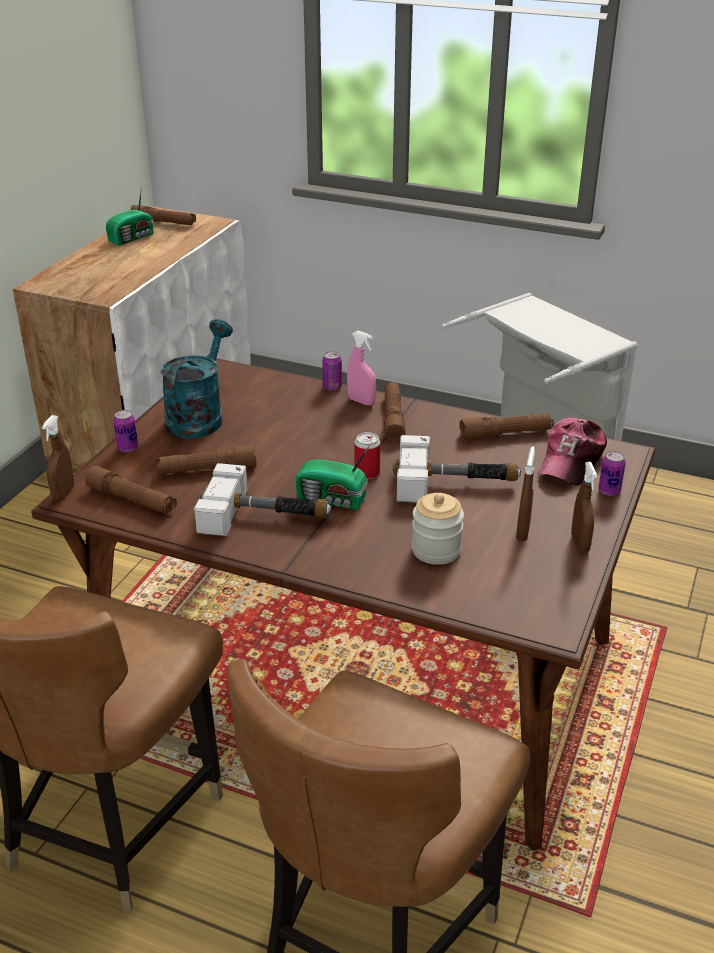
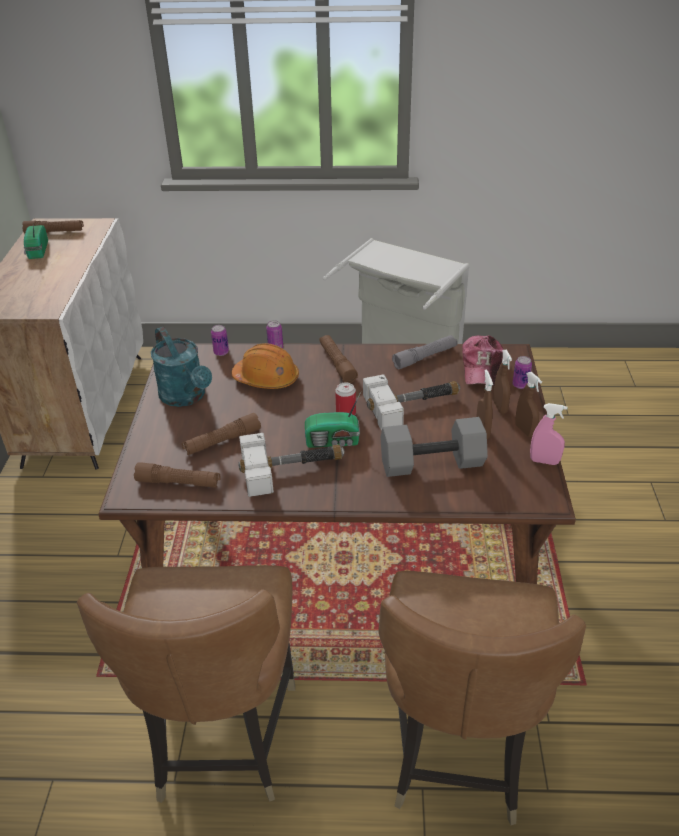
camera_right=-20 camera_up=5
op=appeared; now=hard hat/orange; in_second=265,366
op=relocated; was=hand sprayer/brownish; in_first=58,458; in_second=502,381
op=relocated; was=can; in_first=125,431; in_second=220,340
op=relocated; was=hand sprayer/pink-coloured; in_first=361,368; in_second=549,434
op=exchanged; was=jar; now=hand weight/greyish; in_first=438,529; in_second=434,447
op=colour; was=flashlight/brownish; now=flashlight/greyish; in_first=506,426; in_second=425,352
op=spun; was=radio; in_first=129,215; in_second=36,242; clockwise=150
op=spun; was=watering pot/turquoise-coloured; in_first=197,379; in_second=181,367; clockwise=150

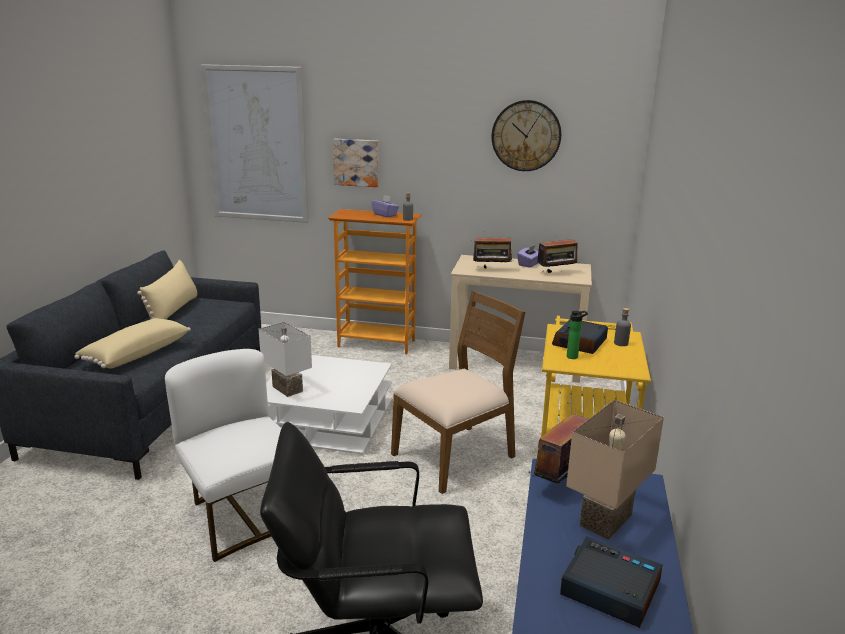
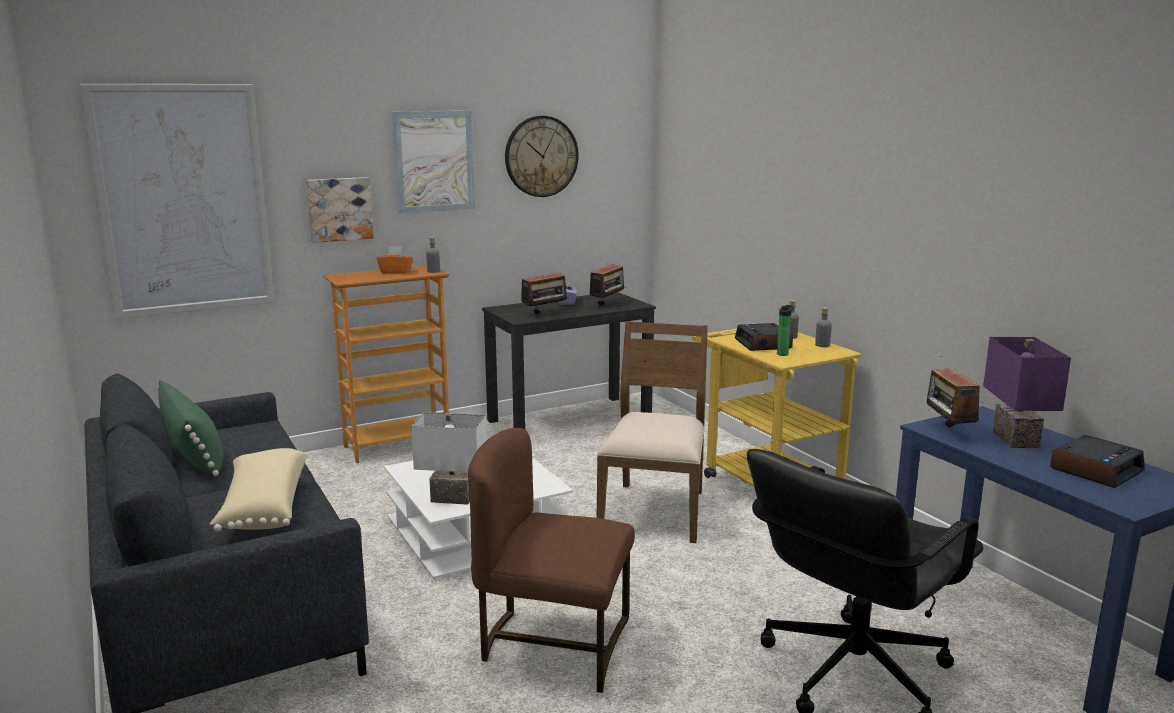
camera_right=-40 camera_up=-5
op=appeared; now=wall picture; in_second=433,162
op=appeared; now=drink bottle/greyish; in_second=823,327
op=colour; was=throw pillow/sand-coloured; now=throw pillow/green-coloured; in_first=167,289; in_second=190,428
op=colour; was=plain chair/whitish; now=plain chair/brownish; in_first=223,455; in_second=551,560
op=colour; was=tissue box/purple-coloured; now=tissue box/orange; in_first=385,206; in_second=394,260
op=colour; was=desk table/sand-coloured; now=desk table/black-coloured; in_first=520,319; in_second=569,360
op=colour; was=lamp for a table/sand-coloured; now=lamp for a table/purple-coloured; in_first=615,470; in_second=1027,392
op=spun; was=alarm clock; in_first=611,582; in_second=1097,461; clockwise=150

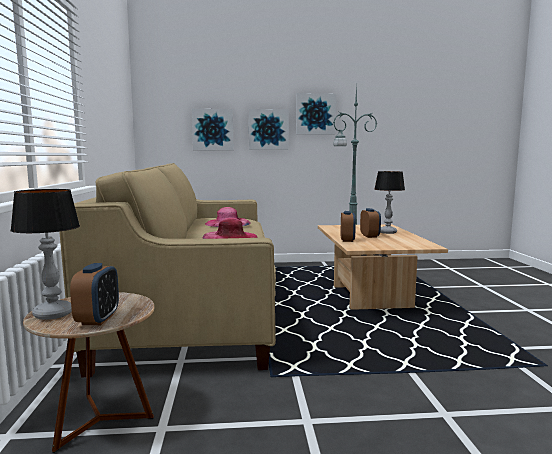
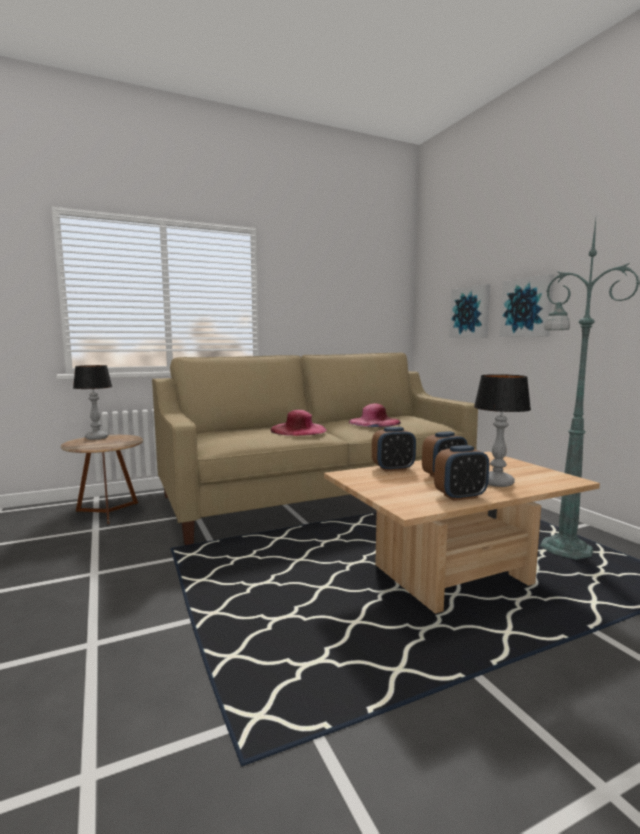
camera_right=70 camera_up=0
op=missing; was=wall picture; in_first=316,114
op=relocated; was=alarm clock; in_first=94,294; in_second=461,473

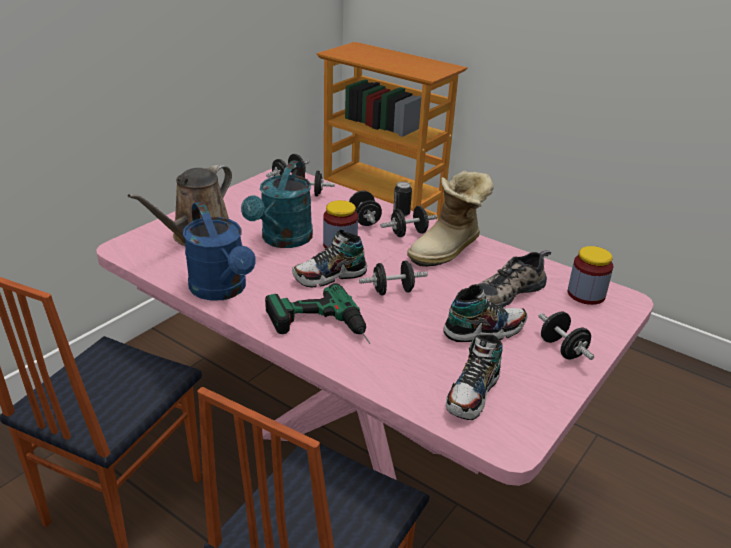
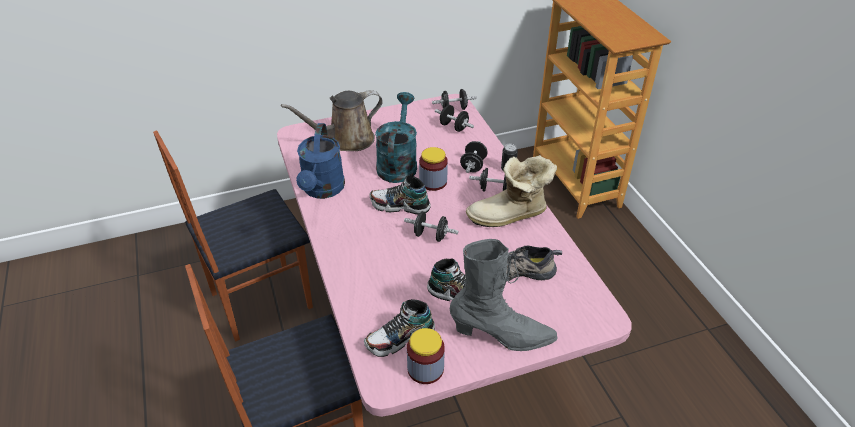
camera_right=35 camera_up=10
op=missing; was=power drill; in_first=317,313
op=relocated; was=jar; in_first=590,275; in_second=426,356
op=exchanged; was=hand weight/black-coloured; now=boot/greyish; in_first=566,336; in_second=504,295
op=spun; was=watering pot/turquoise-coloured; in_first=277,204; in_second=396,137; clockwise=135

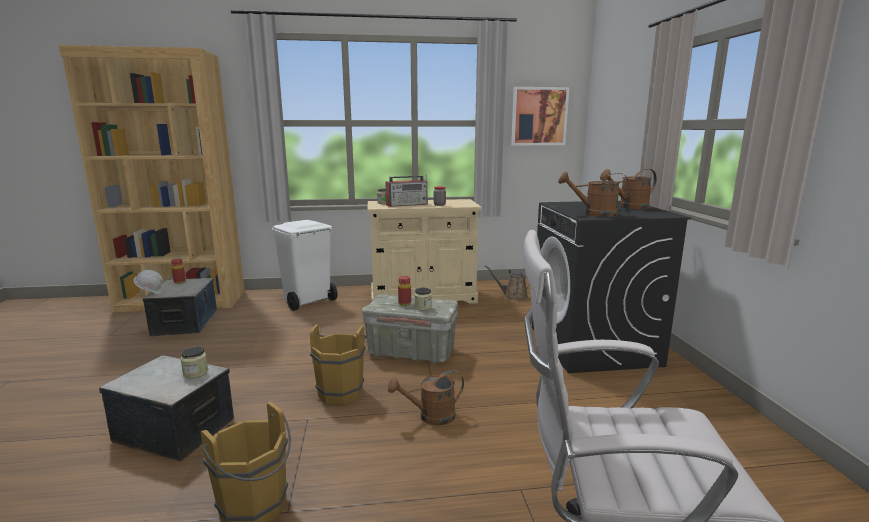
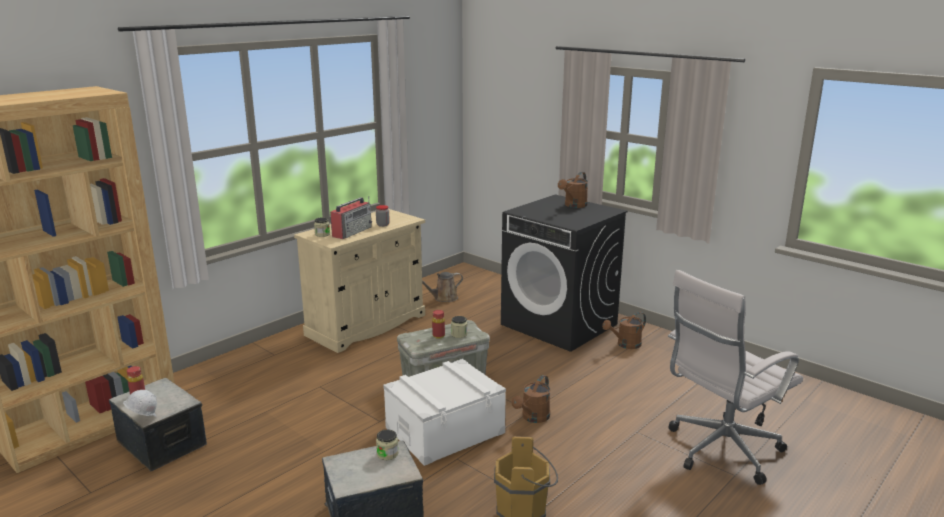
camera_right=-40 camera_up=5
op=missing; was=rubbish bin/whitish; in_first=305,265
op=missing; was=wall picture; in_first=540,116
op=relocated; was=watering pot/brownish; in_first=593,194; in_second=624,330
op=exchanged; was=pail/brownish; now=storage container/whitish; in_first=338,364; in_second=444,412

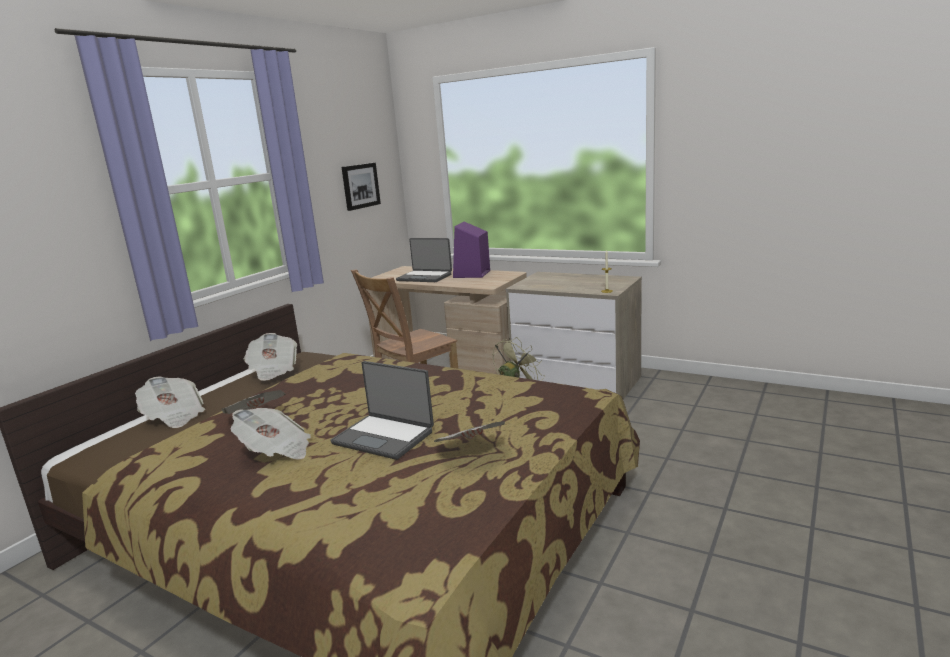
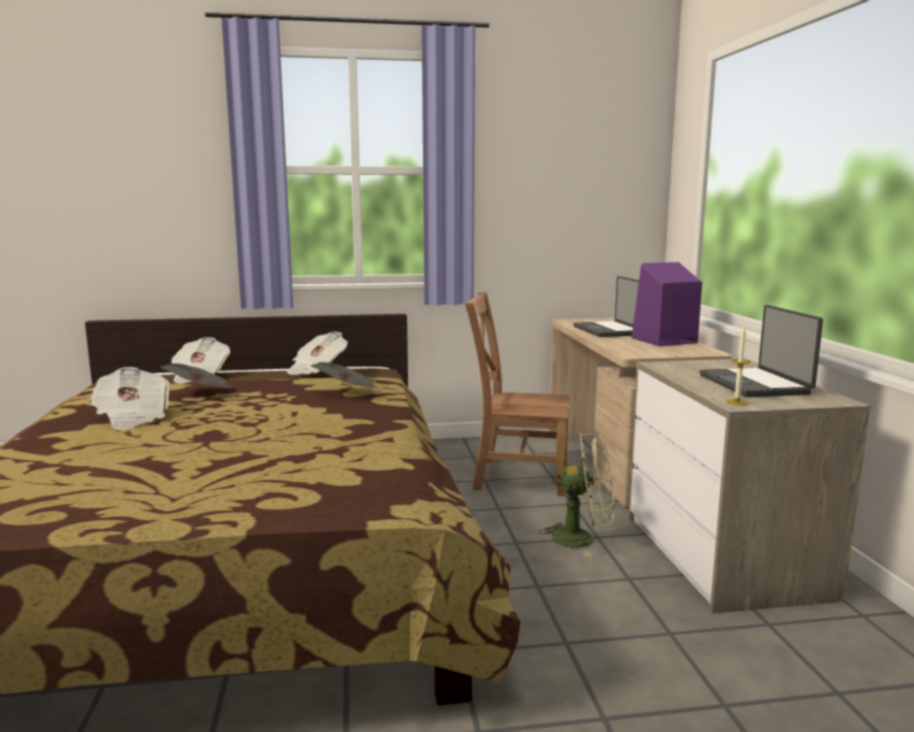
camera_right=50 camera_up=-5
op=missing; was=wall picture; in_first=361,187
op=relocated; was=portable computer; in_first=382,410; in_second=761,351
op=relocated; was=daily paper; in_first=469,431; in_second=343,375

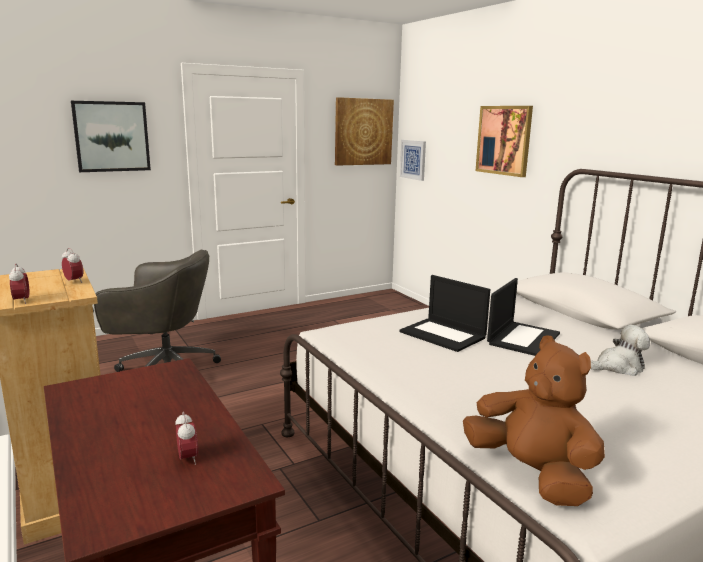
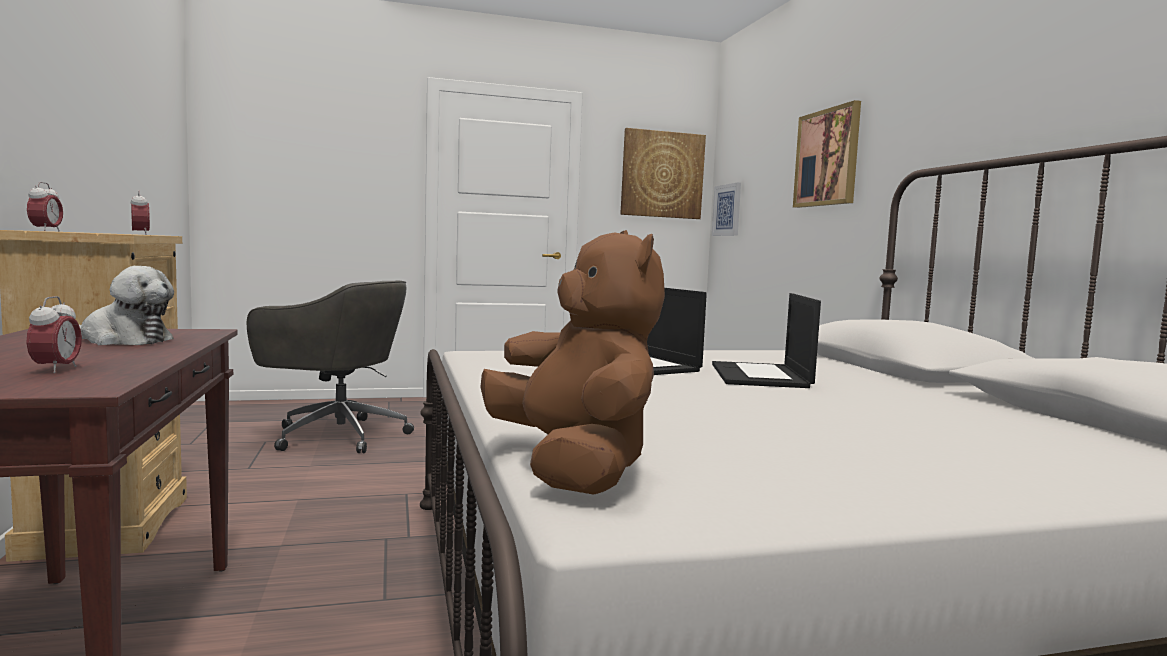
camera_right=15 camera_up=-10
op=missing; was=wall picture; in_first=111,136
op=relocated; was=soft toy; in_first=620,350; in_second=126,305
op=spun; was=portable computer; in_first=523,317; in_second=766,340; clockwise=135

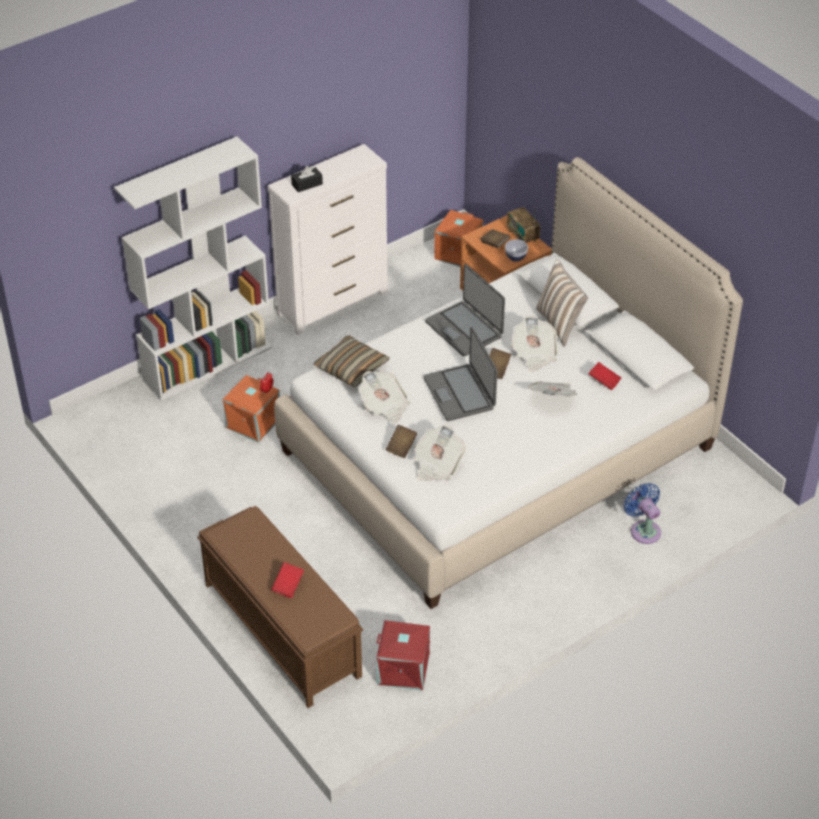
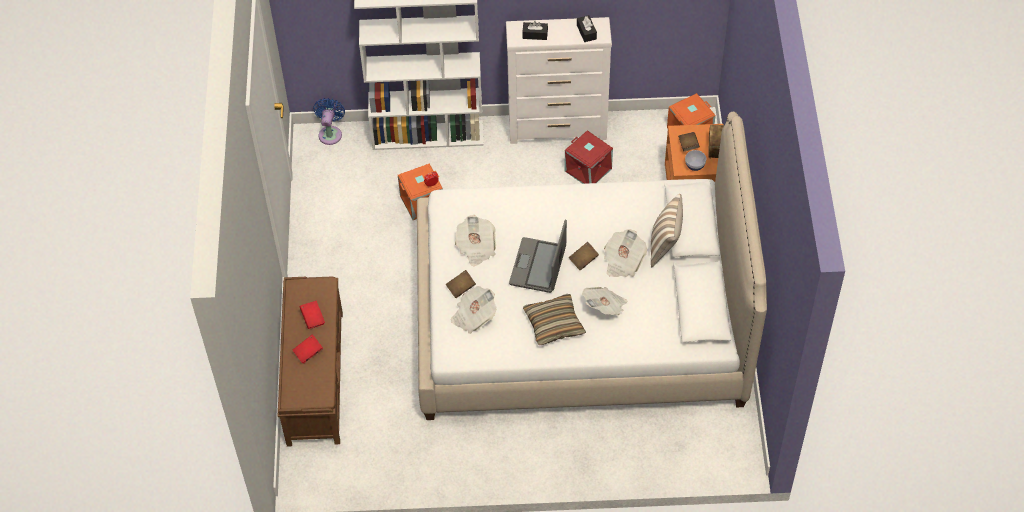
camera_right=35 camera_up=10
op=missing; was=portable computer; in_first=465,310
op=appeared; now=tissue box/black-coloured; in_second=587,28
op=relocated; was=throw pillow; in_first=351,361; in_second=554,319
op=relocated; was=storage container/reddish; in_first=403,655; in_second=588,157
op=relocated; was=bound book/reddish; in_first=605,376; in_second=312,315
op=relocated; was=cooling fan/blue-coloured; in_first=642,513; in_second=329,121

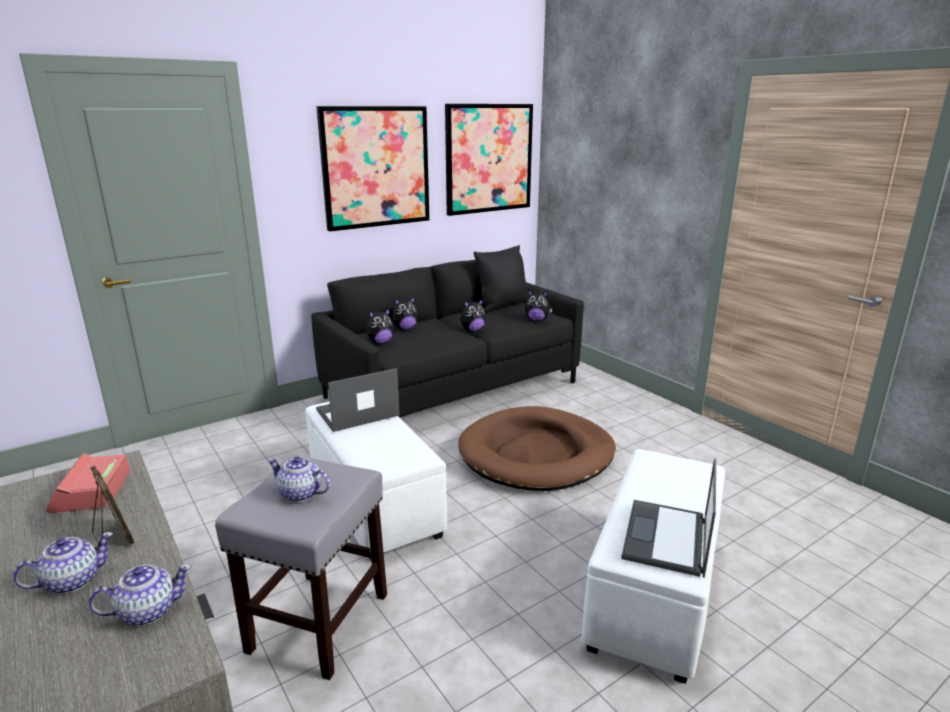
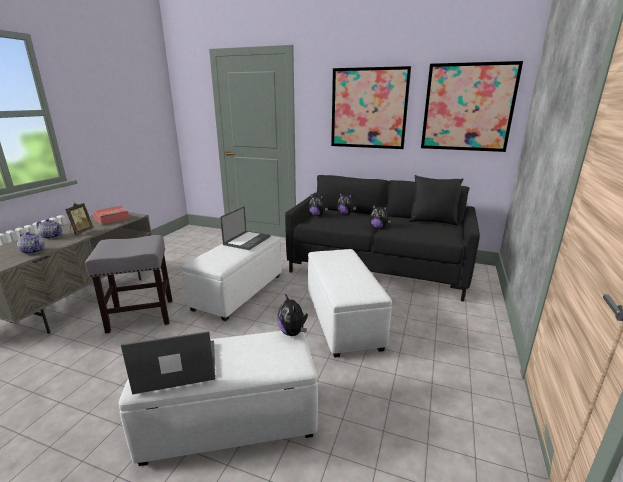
camera_right=55 camera_up=0
op=missing; was=teapot; in_first=299,479
op=relocated; was=soft toy; in_first=539,305; in_second=292,314
op=exchanged; was=dog cushion/brownish; now=pouffe/whitish; in_first=537,448; in_second=350,303
op=spun; was=portable computer; in_first=358,400; in_second=245,228; clockwise=90

